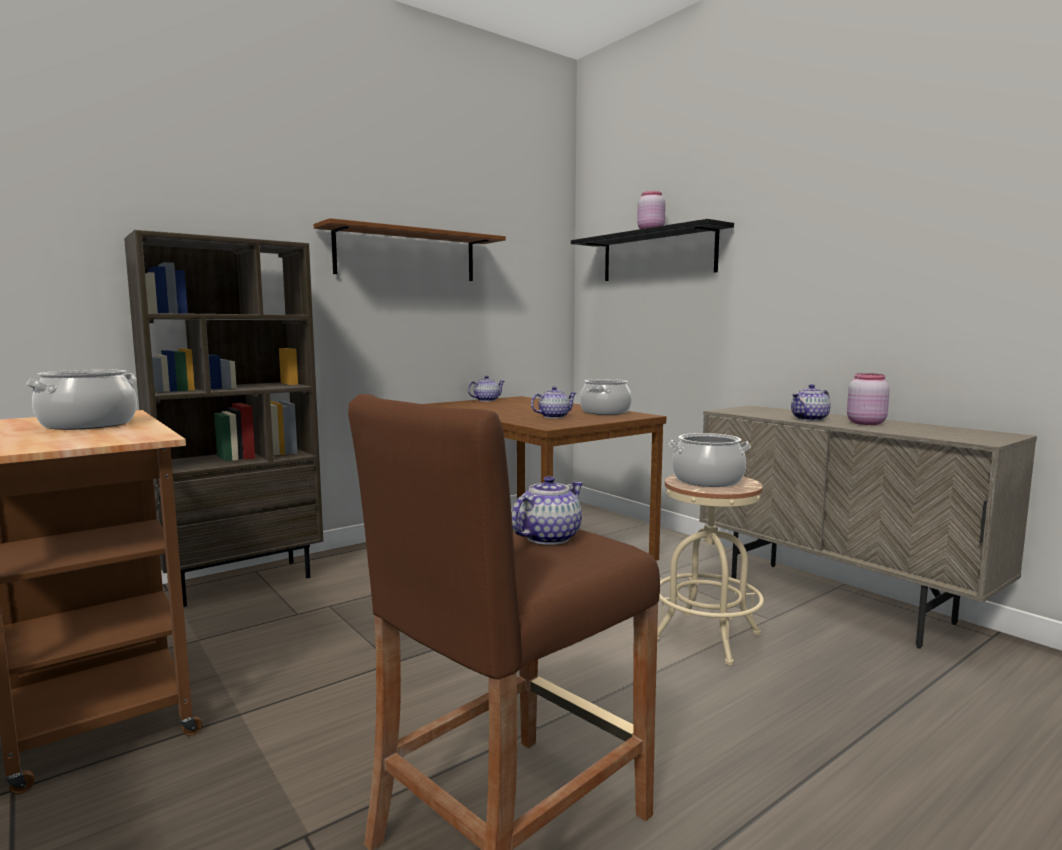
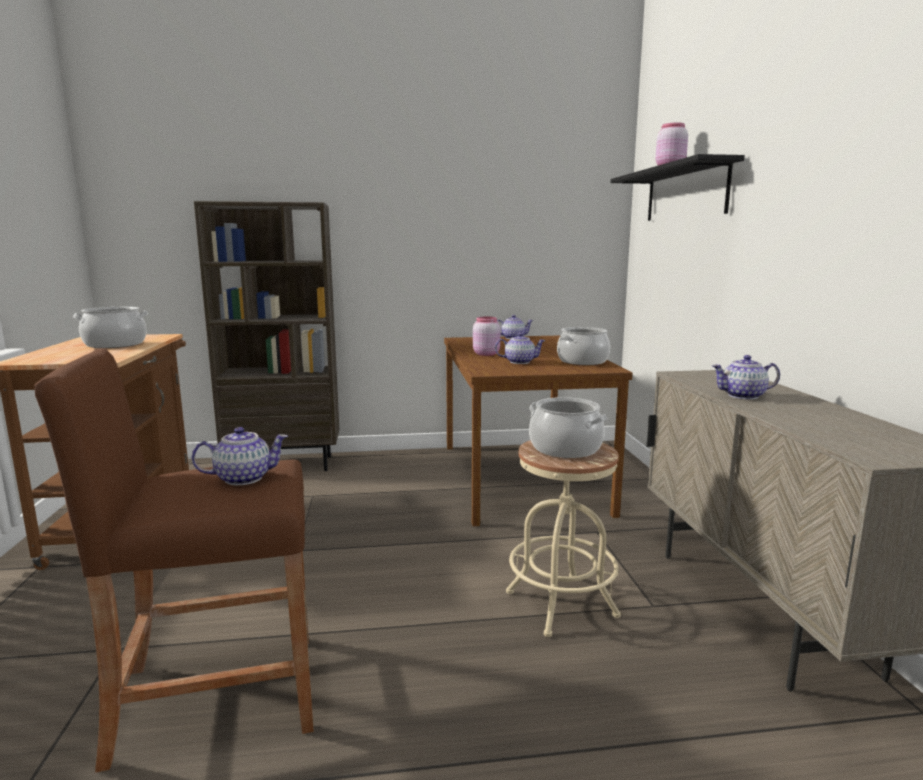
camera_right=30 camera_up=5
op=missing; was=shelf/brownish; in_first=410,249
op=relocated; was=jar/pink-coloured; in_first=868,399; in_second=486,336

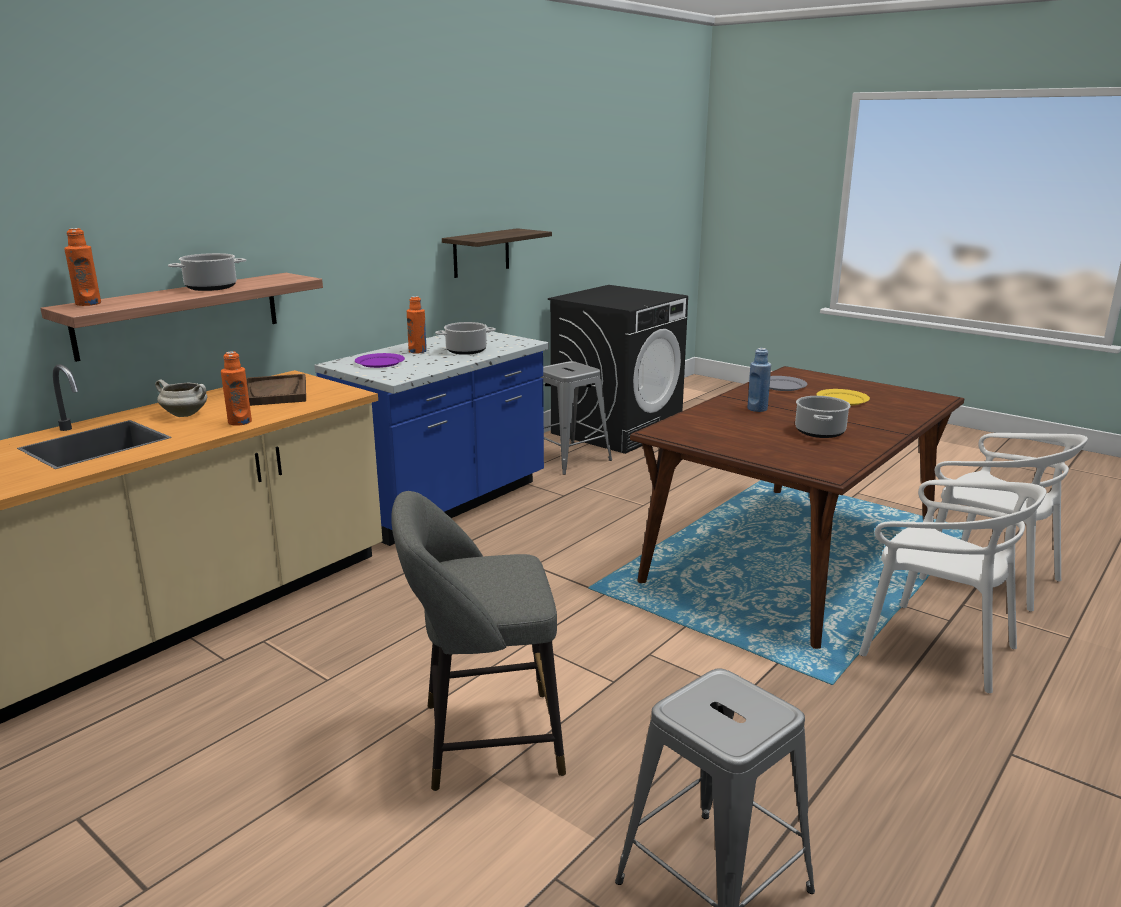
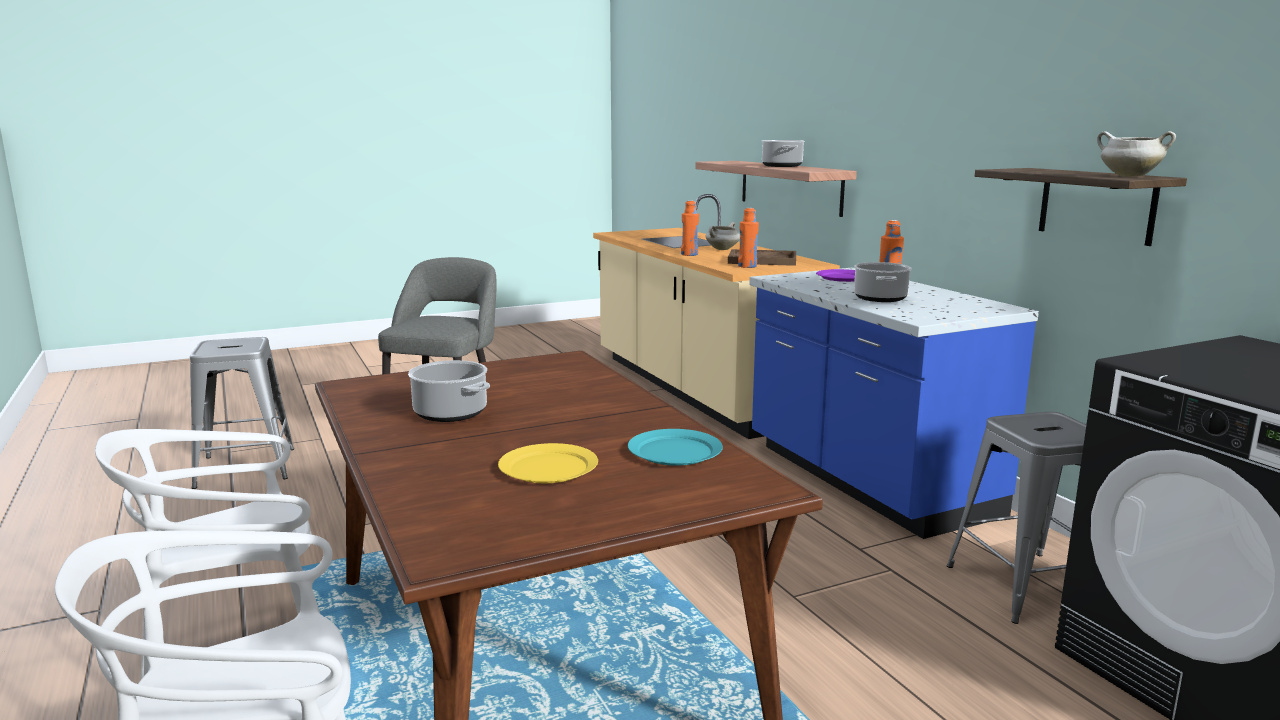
camera_right=115 camera_up=-5
op=missing; was=drink bottle/blue-coloured; in_first=759,380
op=appeared; now=stockpot/whitish; in_second=1136,154
op=relocated; was=drink bottle/orange; in_first=82,267; in_second=748,238
op=colour; was=dinner plate/greyish; now=dinner plate/turquoise-coloured; in_first=788,383; in_second=675,447

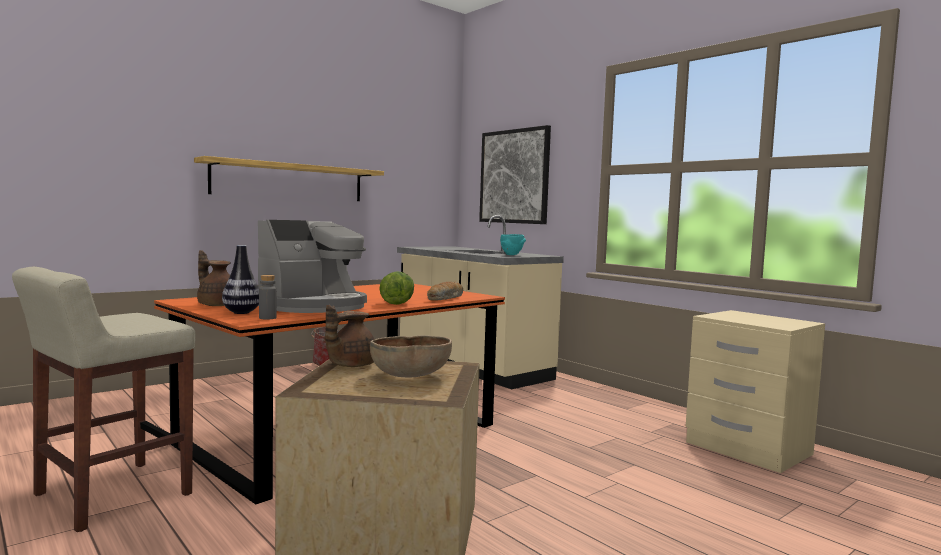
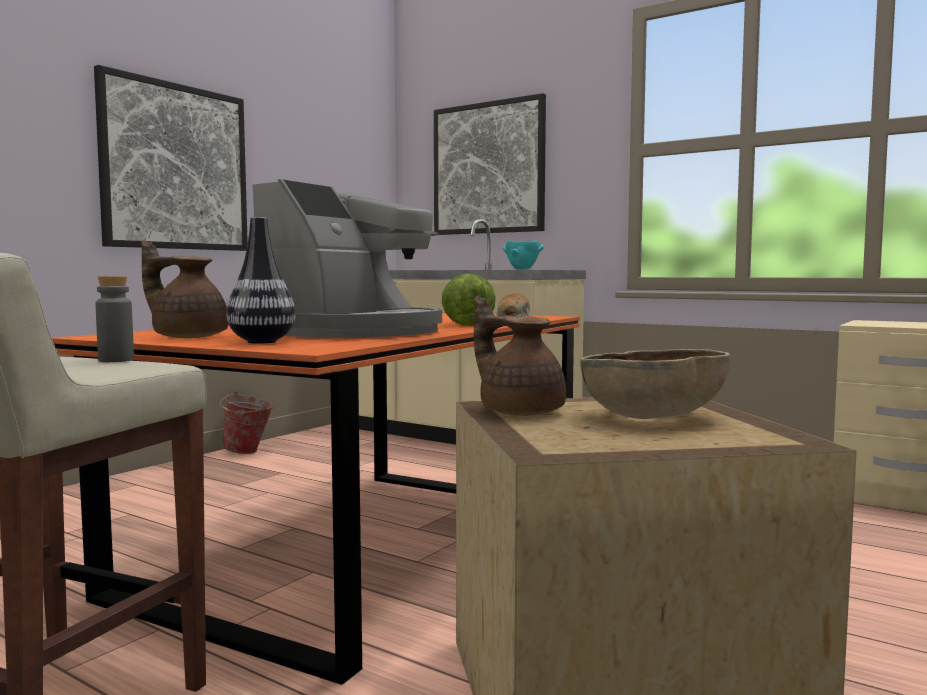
camera_right=-15 camera_up=0
op=relocated; was=drink bottle/greyish; in_first=268,297; in_second=114,319
op=exchanged; was=shelf; now=wall picture; in_first=289,178; in_second=171,158
op=spun; was=teapot/brownish; in_first=350,336; in_second=520,356; clockwise=120

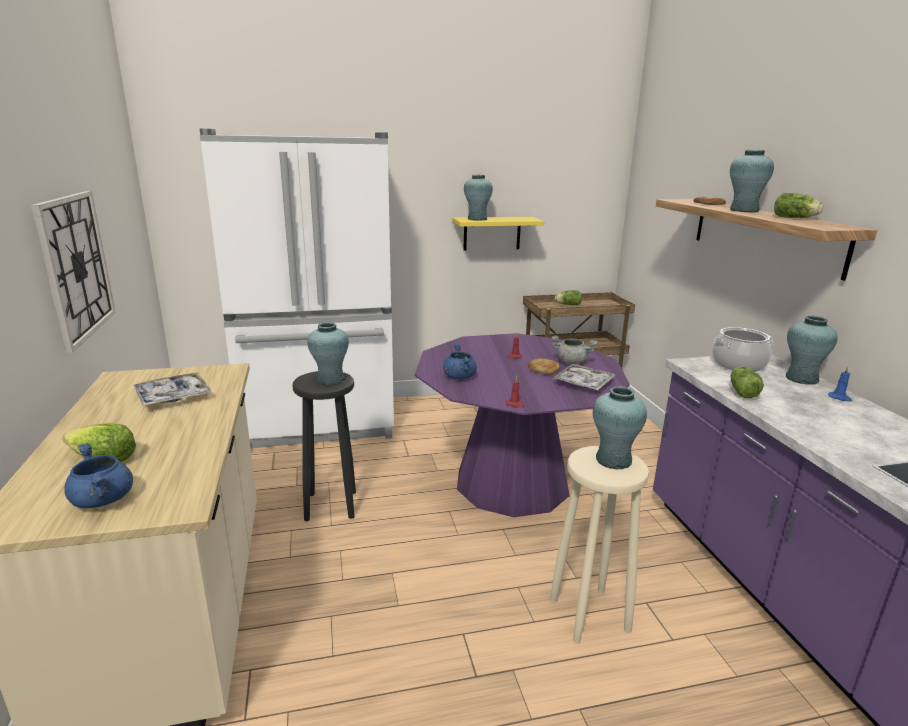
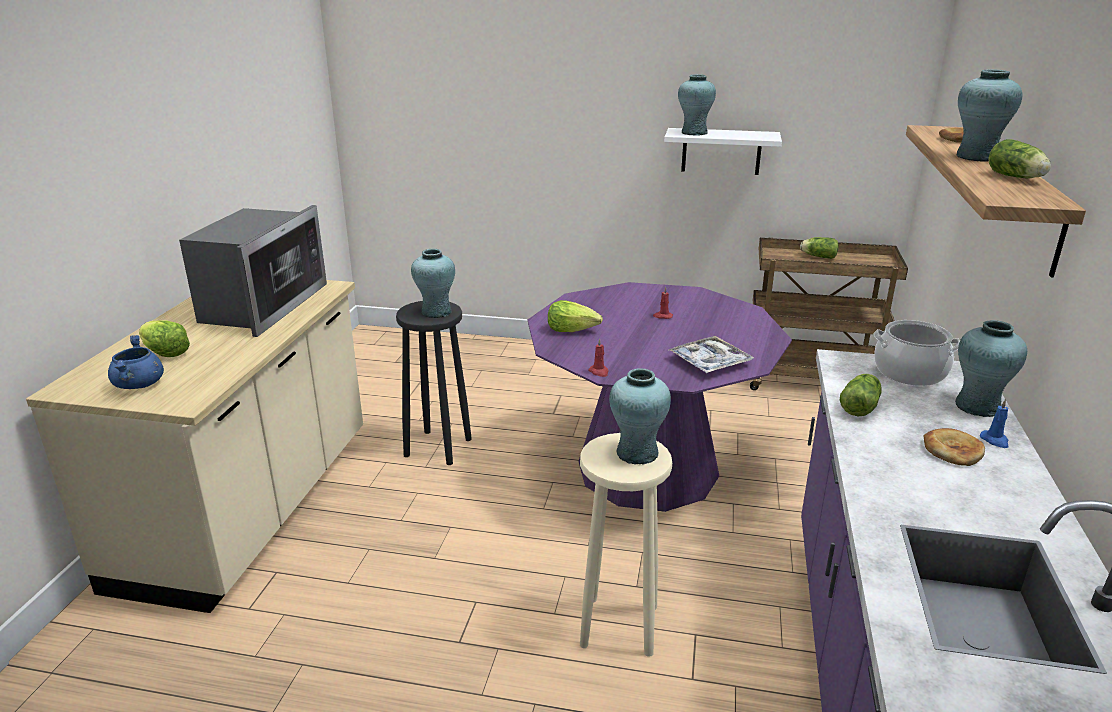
camera_right=25 camera_up=5
op=missing; was=clock on the wall; in_first=73,272
op=missing; was=kitchen fridge/whitish; in_first=297,288
op=missing; was=stockpot/greyish; in_first=574,349
op=relocated; was=bakery bread; in_first=543,366; in_second=954,447
op=exchanged; was=carrying tray; now=microwave oven; in_first=172,389; in_second=253,271
op=exchanged; was=stockpot/blue-coloured; now=lettuce; in_first=460,361; in_second=575,316
op=colour; was=shelf/yellow-coloured; now=shelf/whitish; in_first=498,234; in_second=723,151

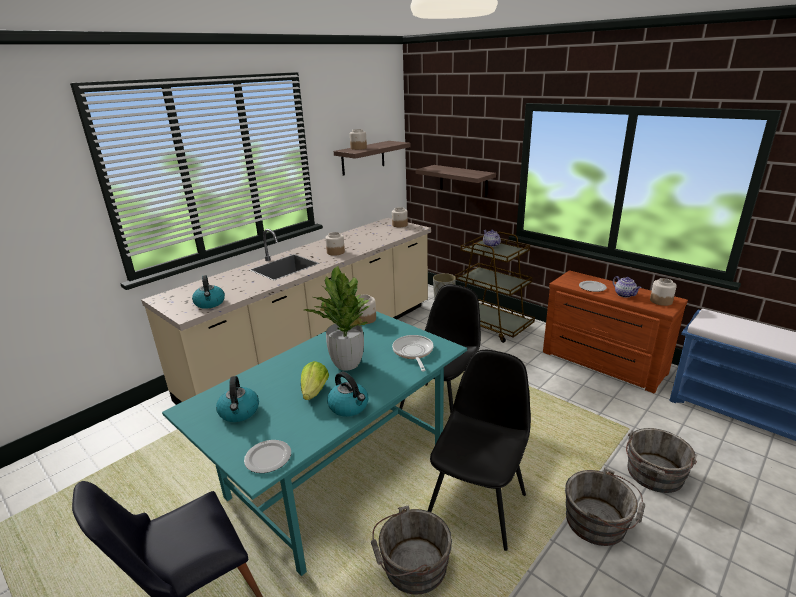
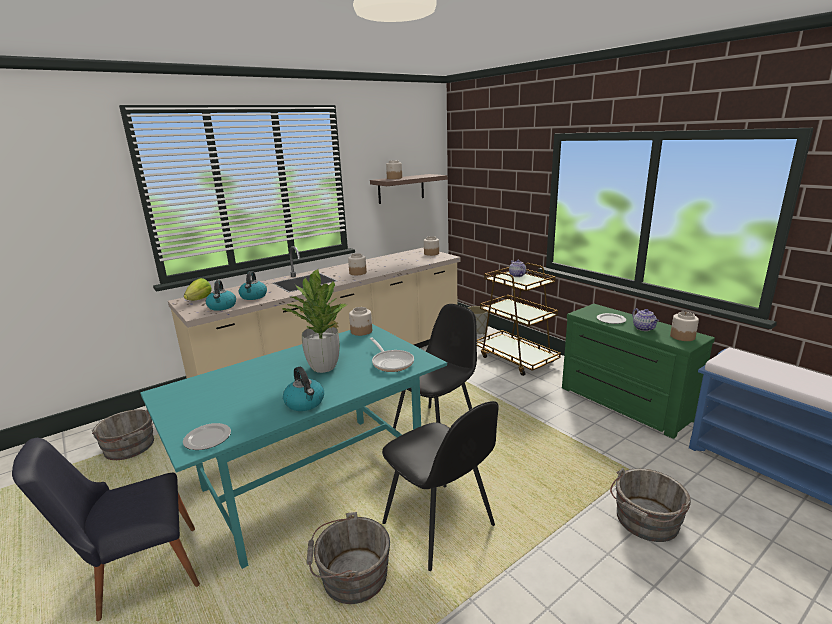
camera_right=10 camera_up=-5
op=missing; was=shelf; in_first=455,181
op=relocated; was=kettle; in_first=237,399; in_second=253,285
op=relocated; was=lettuce; in_first=315,380; in_second=198,289
op=relocated; was=pail/greyish; in_first=605,507; in_second=122,434
op=colour; was=dresser/brownish; now=dresser/green-coloured; in_first=615,331; in_second=638,371
op=spun; was=pan; in_first=413,353; in_second=392,355; clockwise=150
op=spun; was=plain chair/black-coloured; in_first=479,450; in_second=440,486; clockwise=105

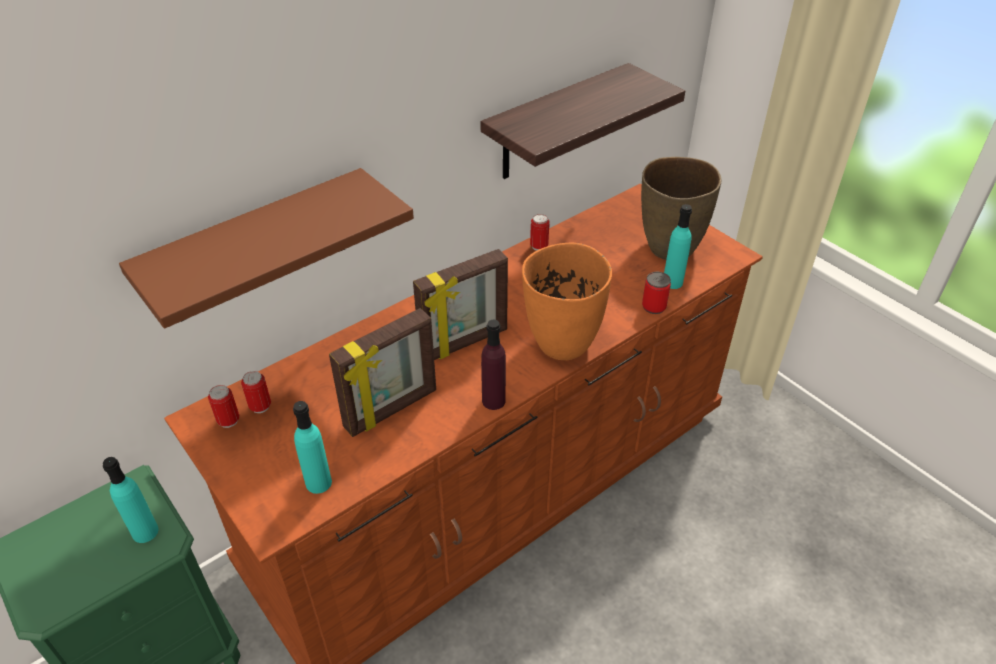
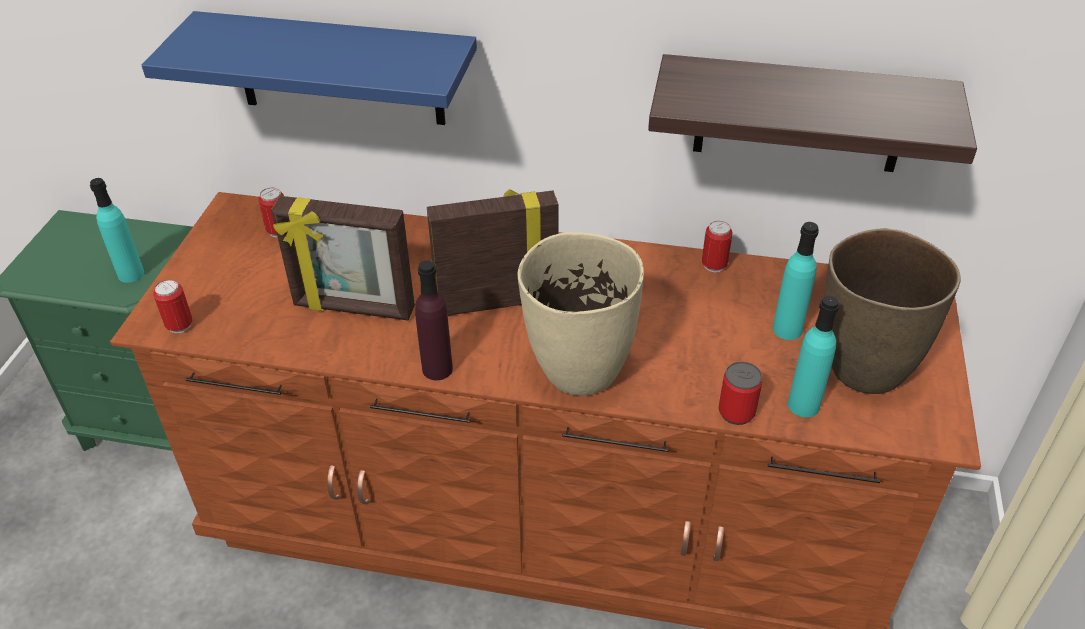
camera_right=50 camera_up=0
op=relocated; was=can; in_first=223,406; in_second=173,306
op=relocated; was=drink bottle/turquoise-coloured; in_first=312,447; in_second=796,281
op=colour; was=shelf/brownish; now=shelf/blue-coloured; in_first=266,248; in_second=309,68
op=colour; was=decorative vase/orange; now=decorative vase/sand-coloured; in_first=567,301; in_second=581,314
op=spun; was=picture frame; in_first=460,304; in_second=493,252; clockwise=150

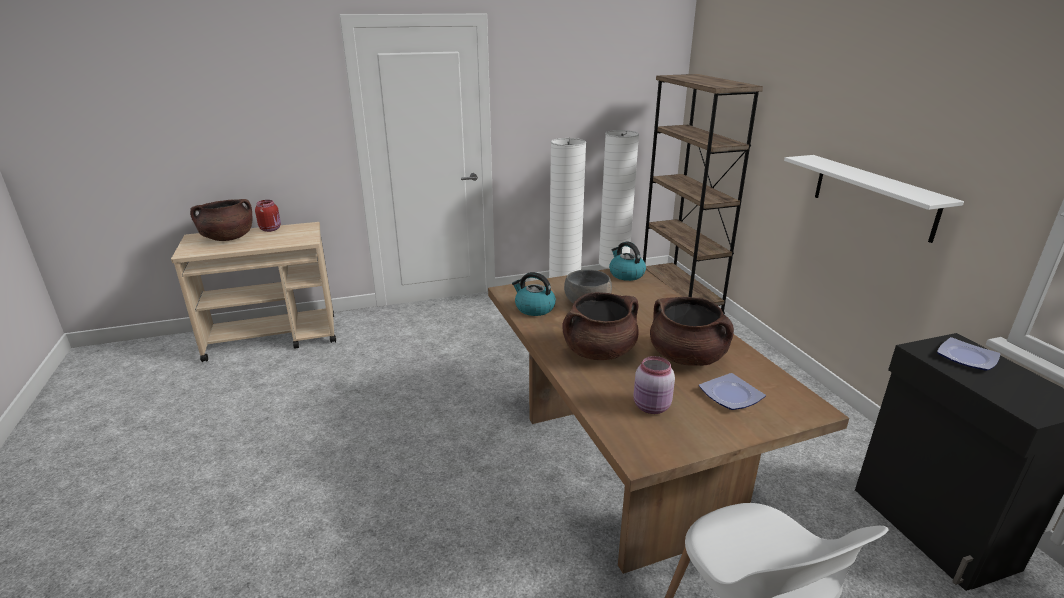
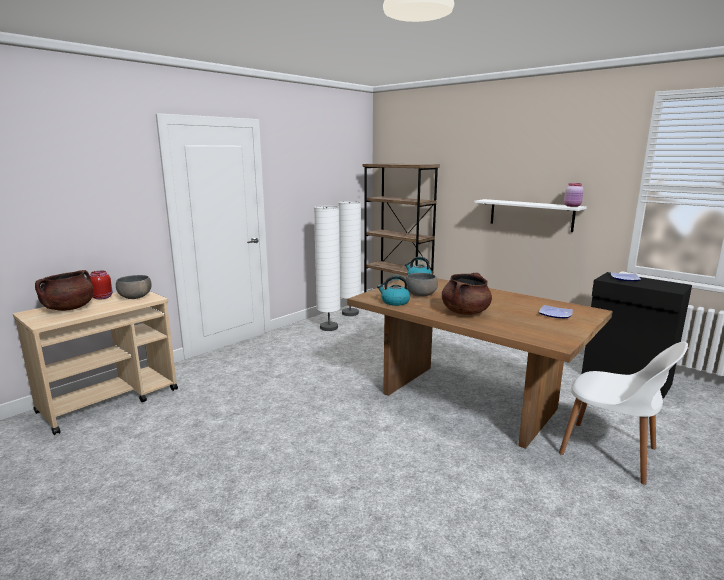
camera_right=-30 camera_up=-10
op=missing; was=stockpot/brownish; in_first=692,331
op=appeared; now=bowl/greyish; in_second=134,287
op=relocated; was=jar/pink-coloured; in_first=654,385; in_second=574,195

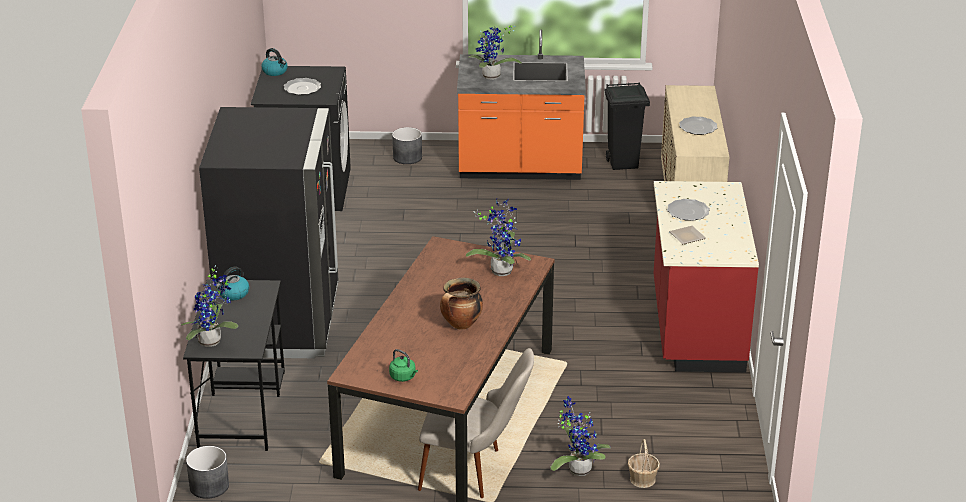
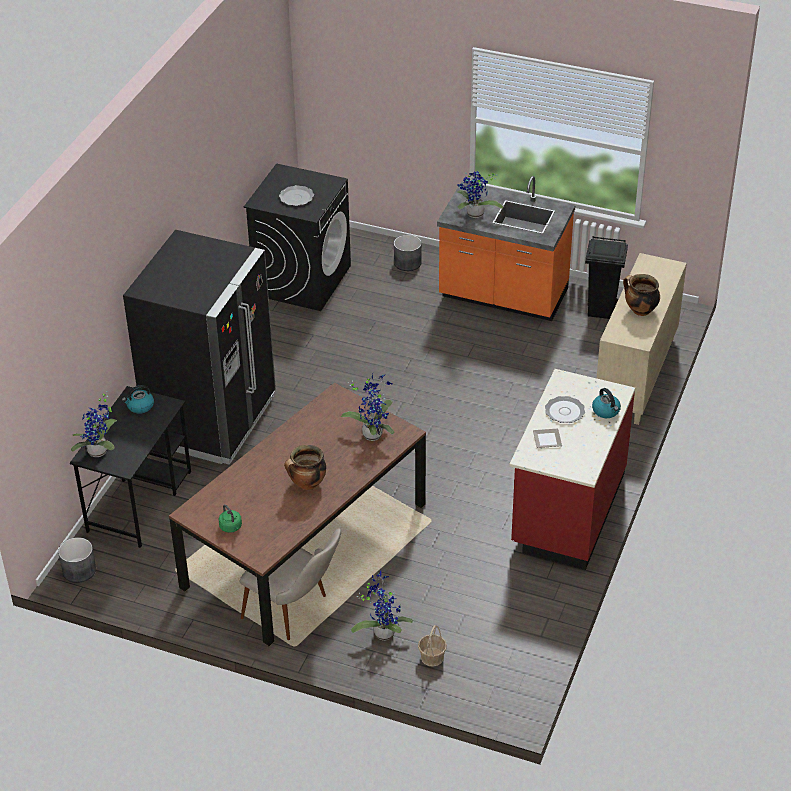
camera_right=20 camera_up=10
op=relocated; was=kettle; in_first=274,62; in_second=606,403
op=exchanged; was=dinner plate; now=stockpot; in_first=698,125; in_second=641,295

